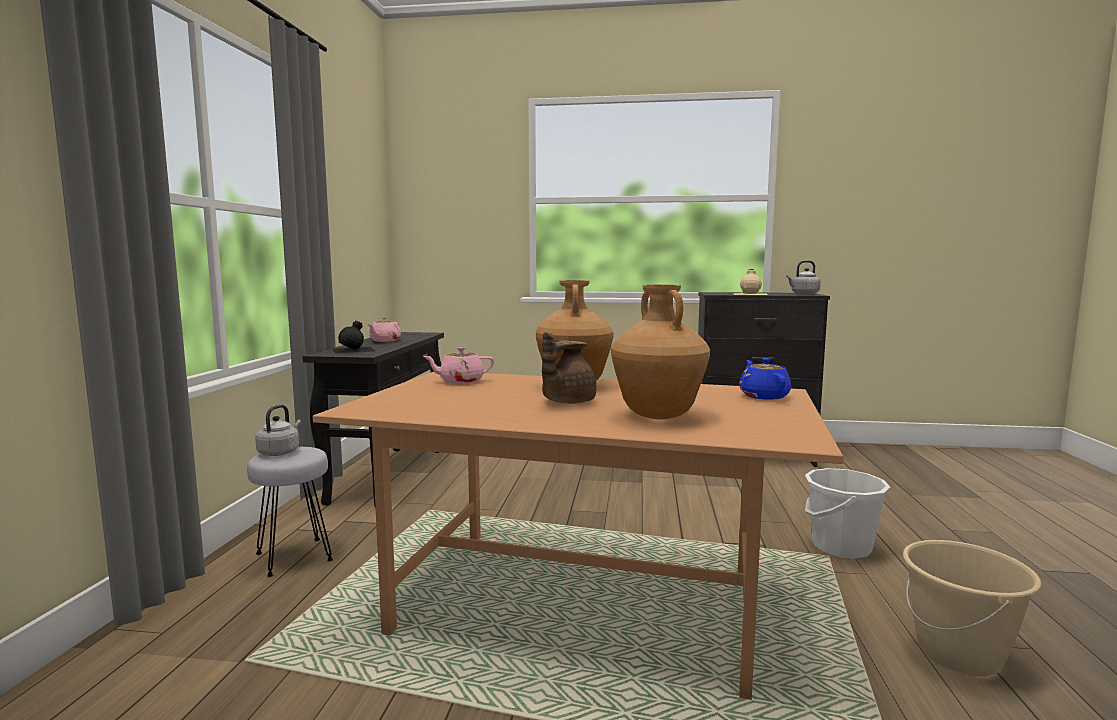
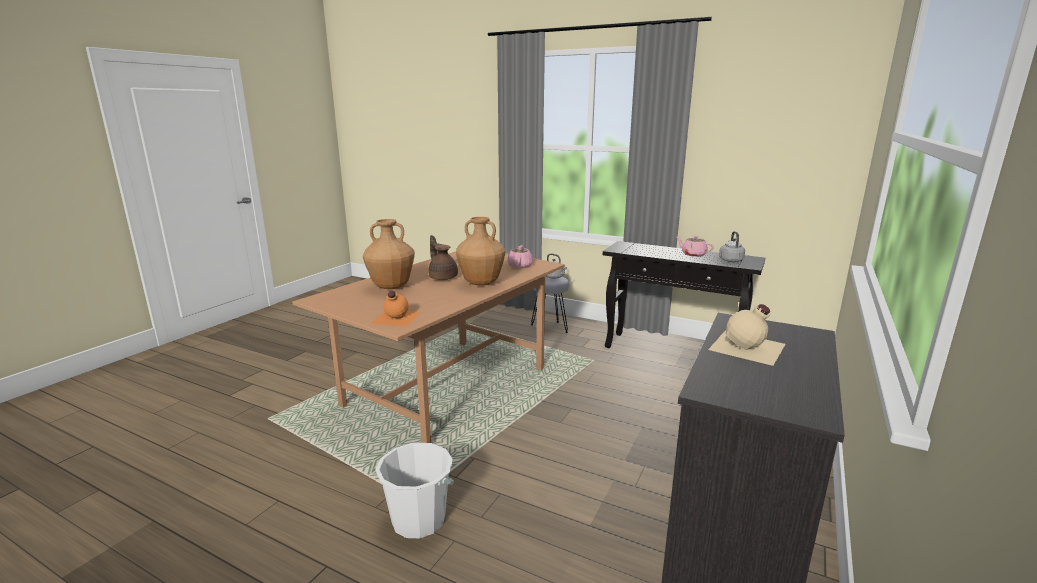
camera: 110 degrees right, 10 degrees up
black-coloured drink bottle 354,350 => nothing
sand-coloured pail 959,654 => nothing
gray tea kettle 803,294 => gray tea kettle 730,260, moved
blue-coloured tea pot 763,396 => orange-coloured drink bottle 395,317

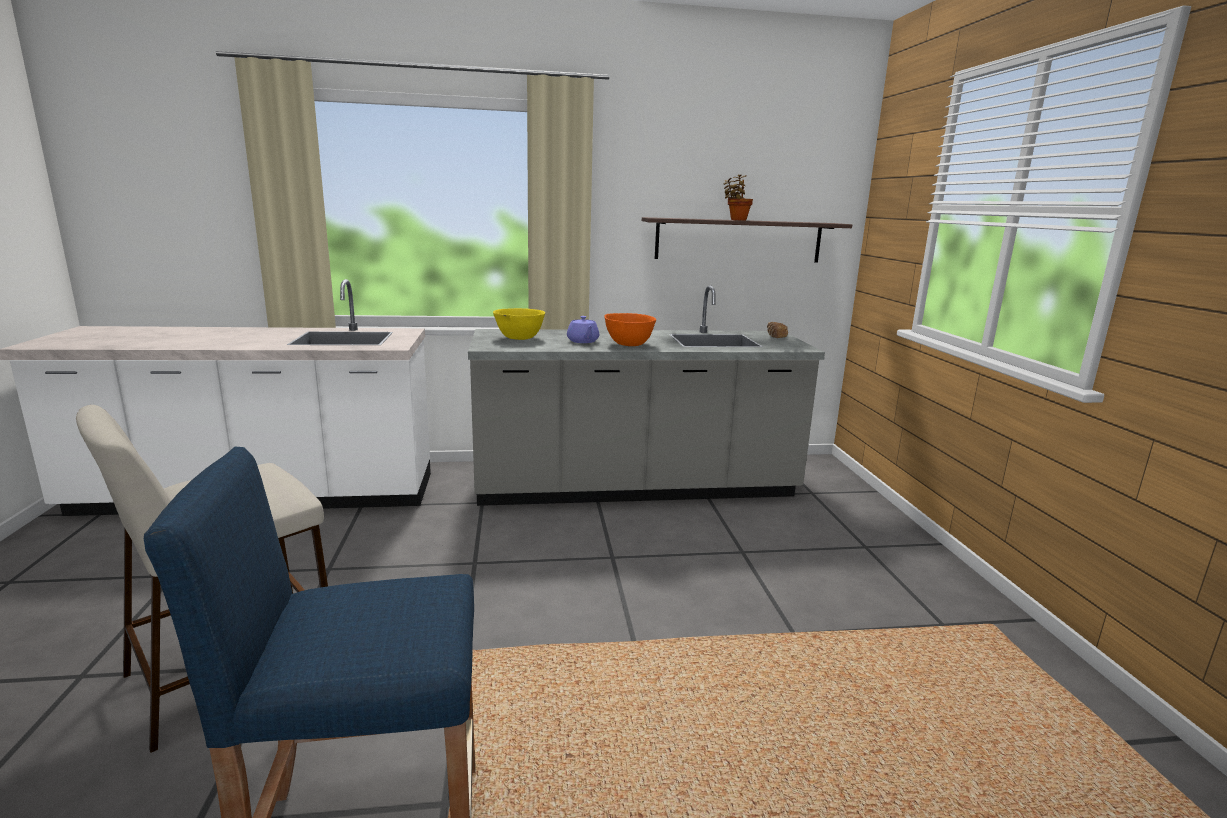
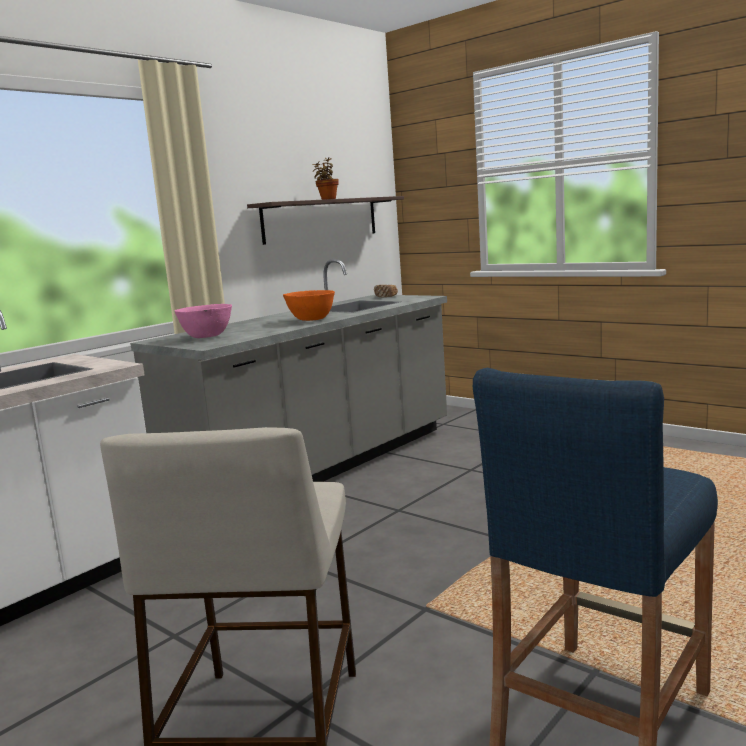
camera: 40 degrees left, 5 degrees down
purple-coloured tea pot 583,341 => nothing
yellow-coloured bowl 519,338 => pink-coloured bowl 207,337

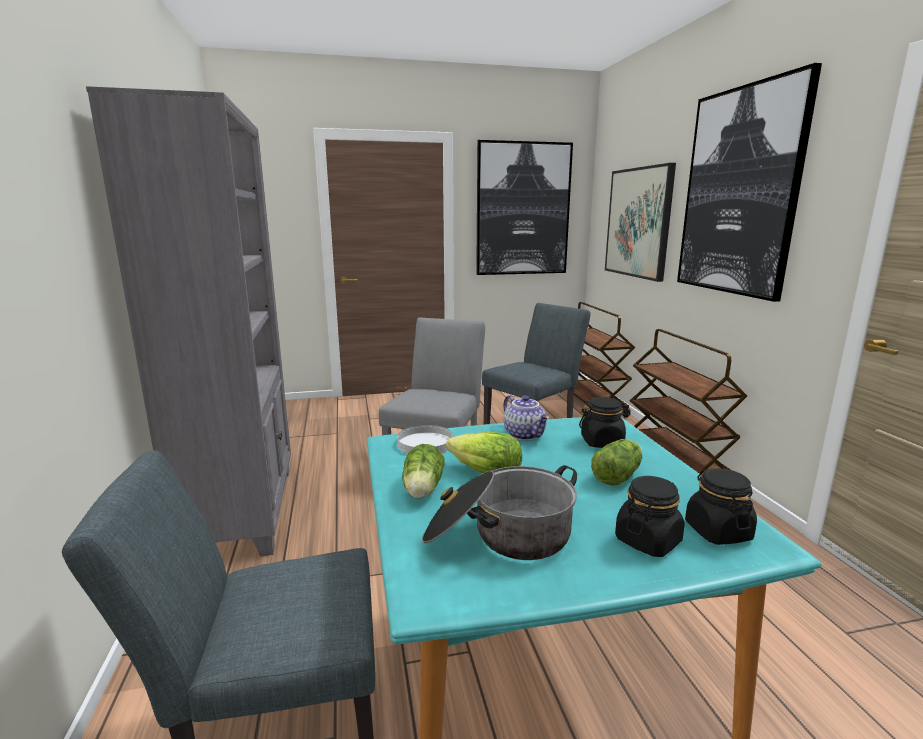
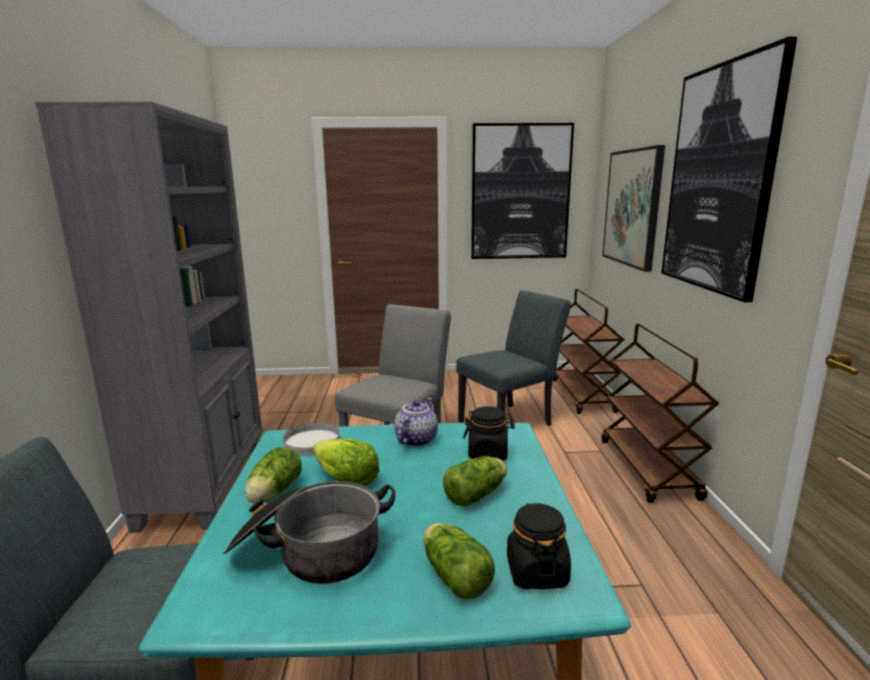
camera: 10 degrees right, 0 degrees up
black-coloured storage jar 648,540 => lettuce 453,574
tea pot 525,435 => tea pot 415,439, 135 degrees counterclockwise

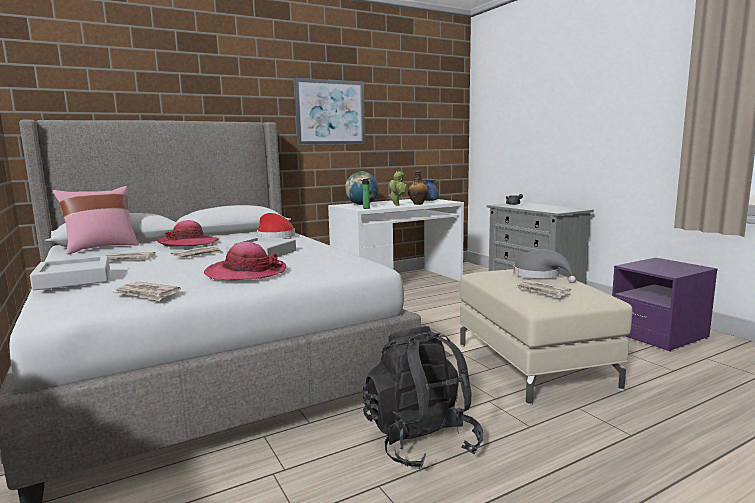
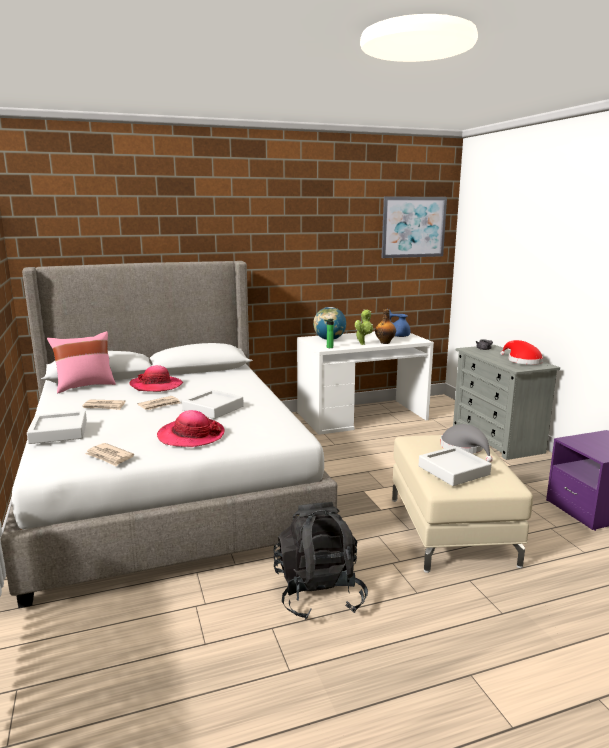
camera: 10 degrees right, 5 degrees up
red wearable hat 274,236 => red wearable hat 522,361, moved
picture 330,112 => picture 413,227, moved
newspaper 543,291 => gray serving tray 453,470

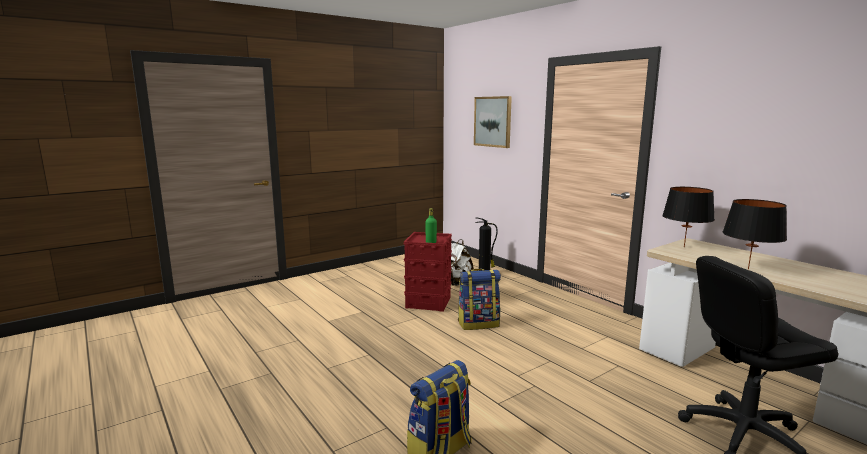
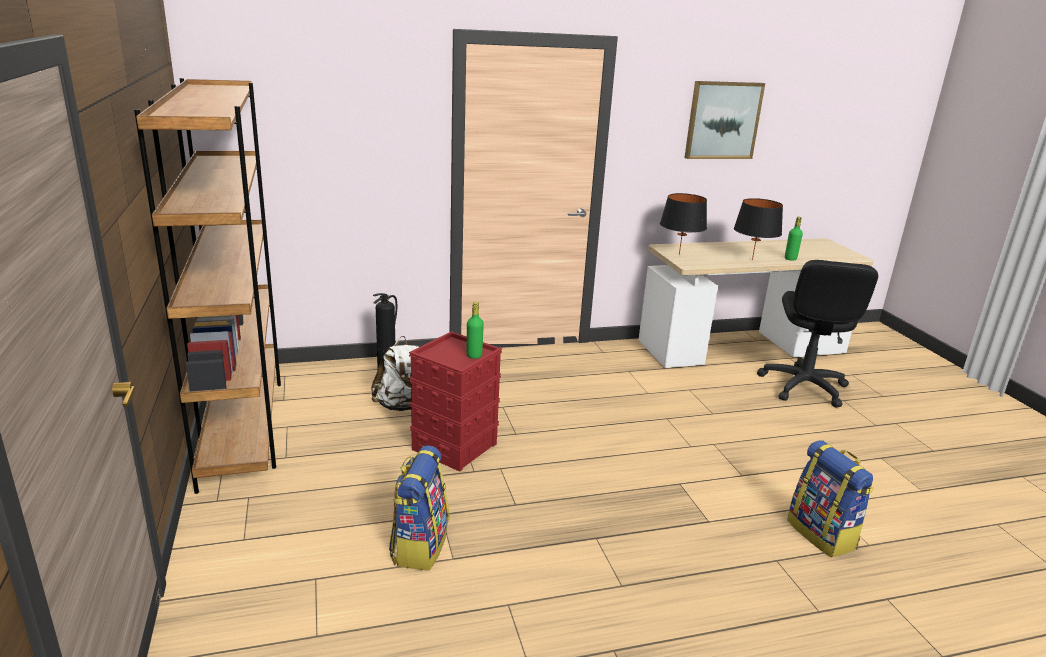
camera: 70 degrees left, 10 degrees up
nothing => brown bookshelf 243,425
nothing => green drink bottle 790,259
backpack 478,324 => backpack 419,545, moved
picture 493,121 => picture 723,120, moved

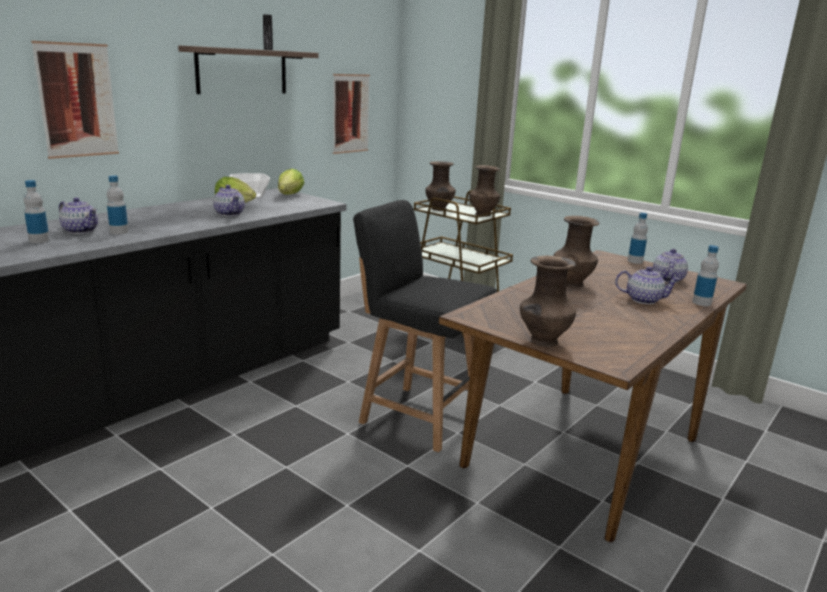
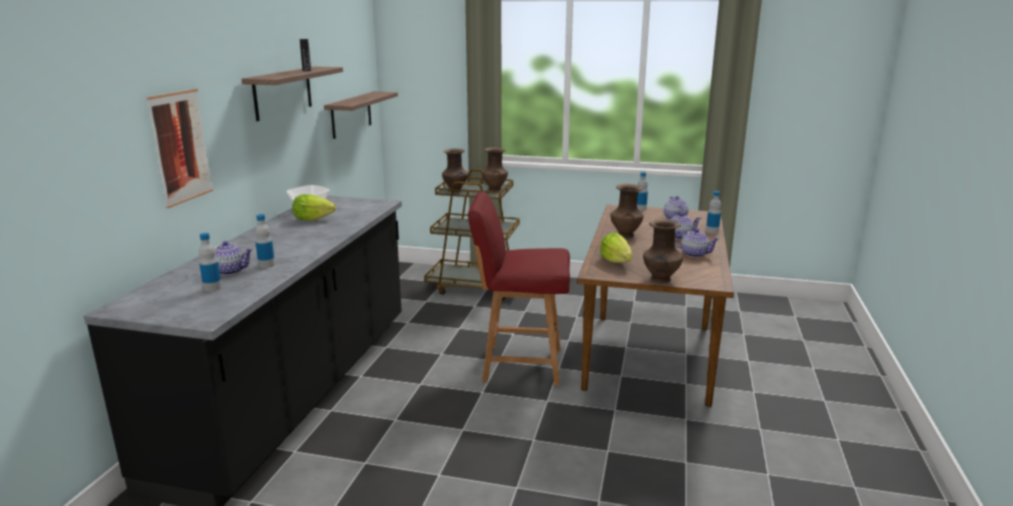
camera: 25 degrees left, 0 degrees up
tea pot 229,213 => tea pot 694,254, moved
lettuce 290,195 => lettuce 616,261, moved
picture 350,113 => bracket shelf 351,114
black-coloured chair 418,416 => red chair 520,364

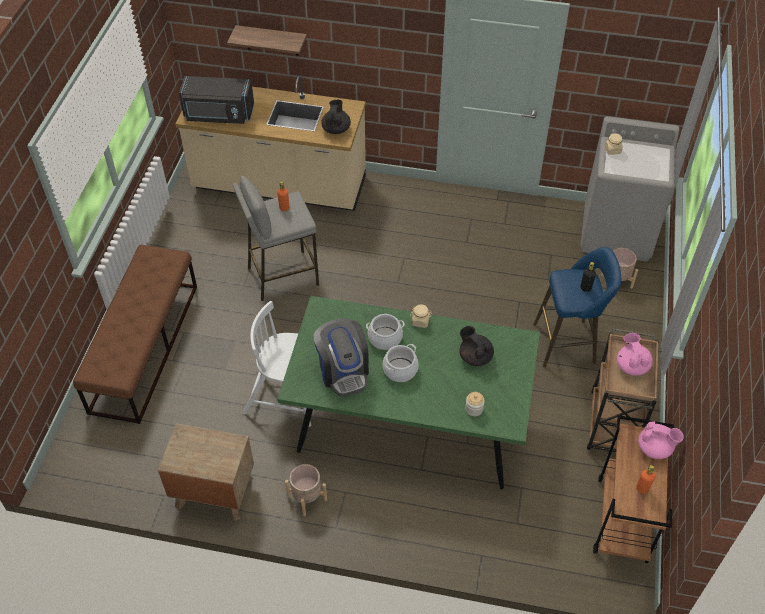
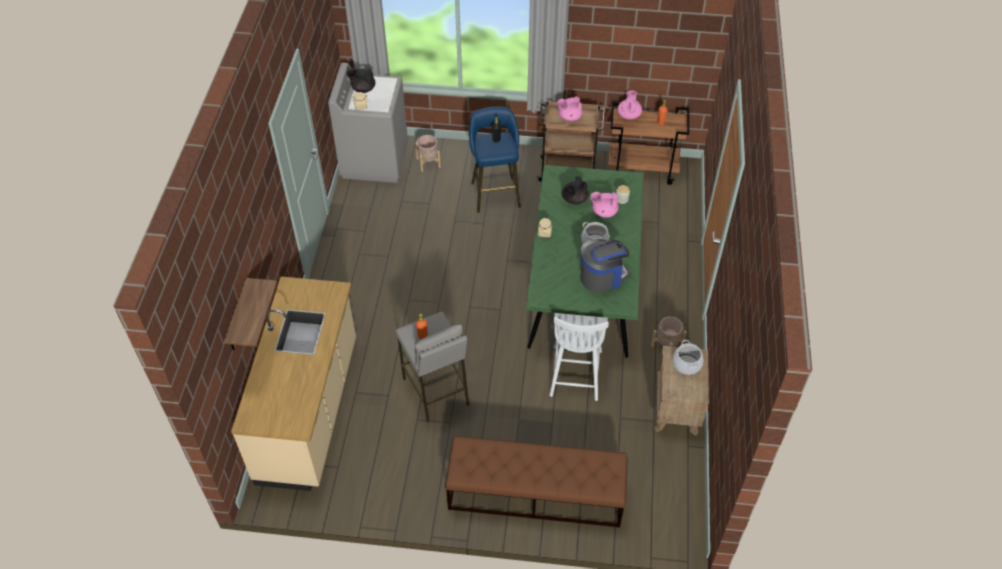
camera: 95 degrees left, 0 degrees up
black-coloured kitchen microwave 218,114 => nothing
nothing => pink-coloured tea pot 603,212
black-coloured tea pot 336,129 => black-coloured tea pot 363,89, moved
cooking pot 385,338 => cooking pot 686,364, moved

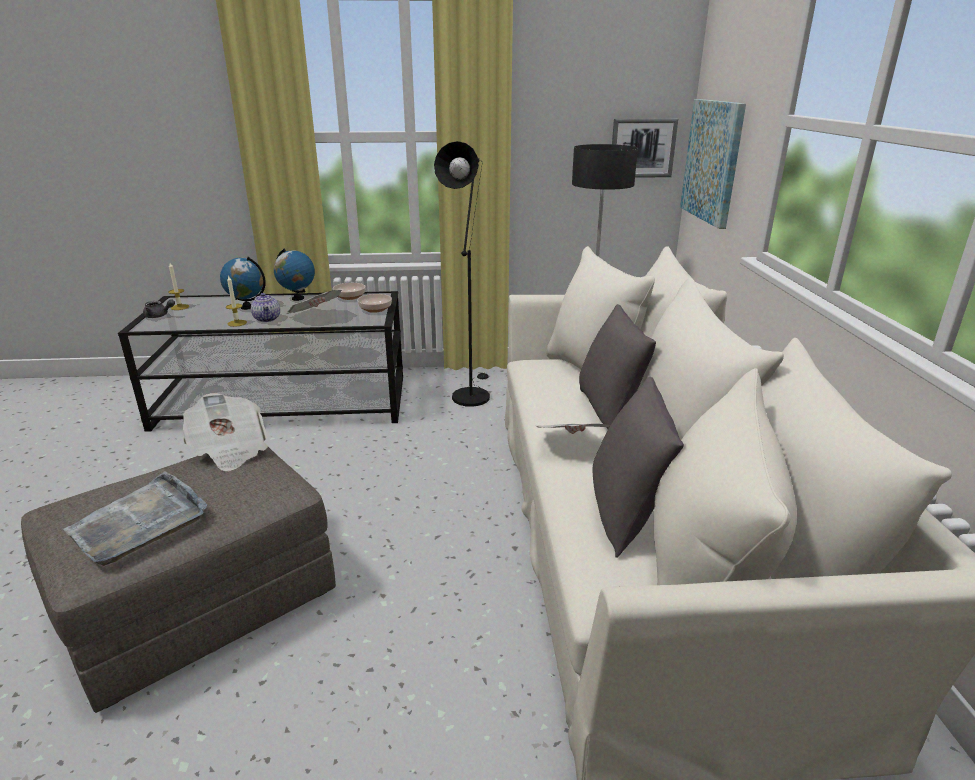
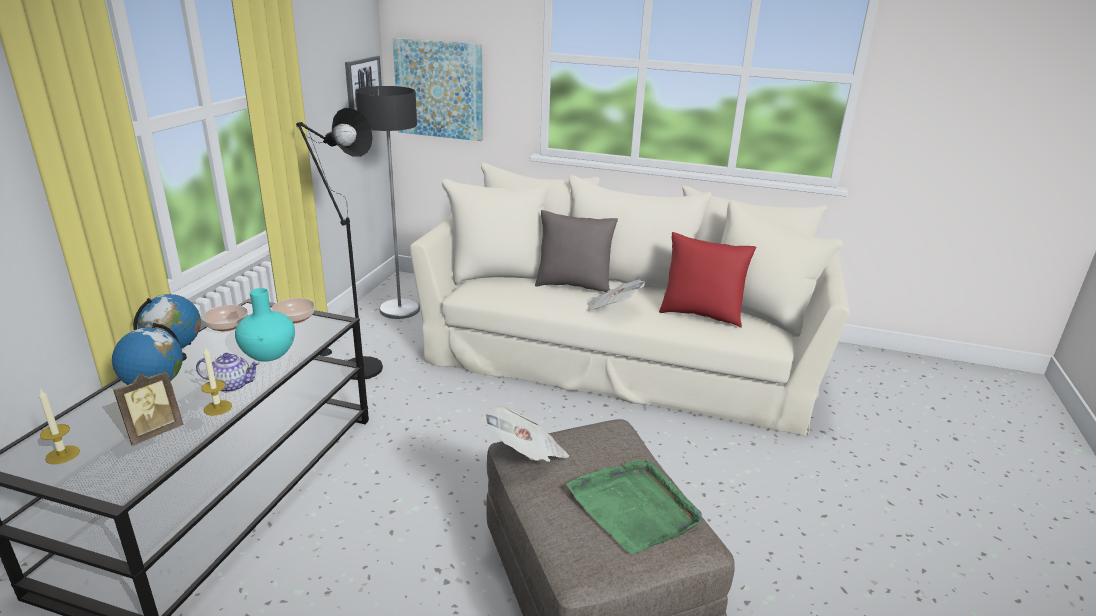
camera: 70 degrees left, 0 degrees up
gray tea pot 159,316 => nothing
nothing => picture frame 154,432
newspaper 315,316 => turquoise-coloured vase 268,354
gray serving tray 140,522 => green serving tray 634,507
gray cushion 627,515 => red cushion 700,315

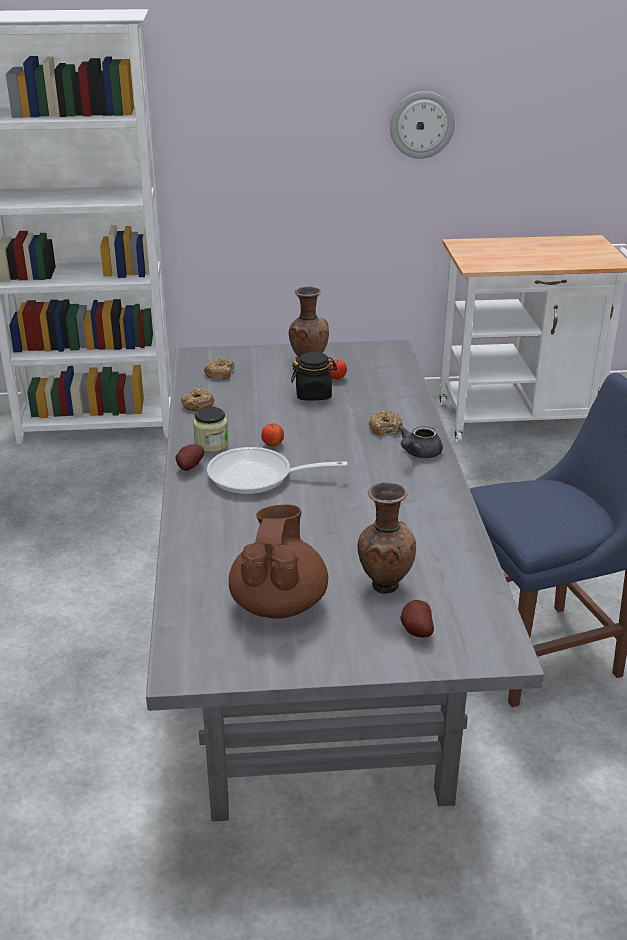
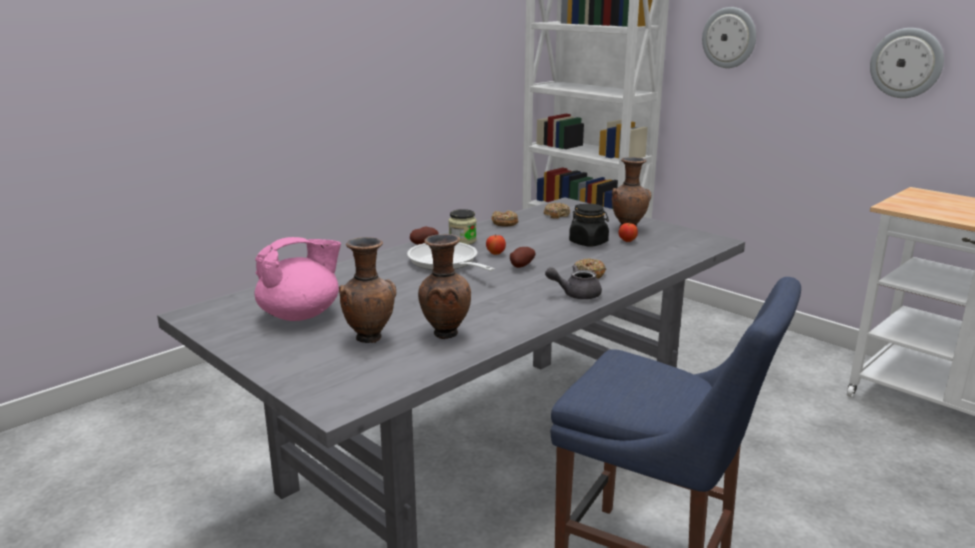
camera: 50 degrees right, 10 degrees down
nothing => brown vase 444,333
nothing => wall clock 729,37
whole potato 415,631 => whole potato 520,266, moved
brown tea pot 279,603 => pink-coloured tea pot 301,315

